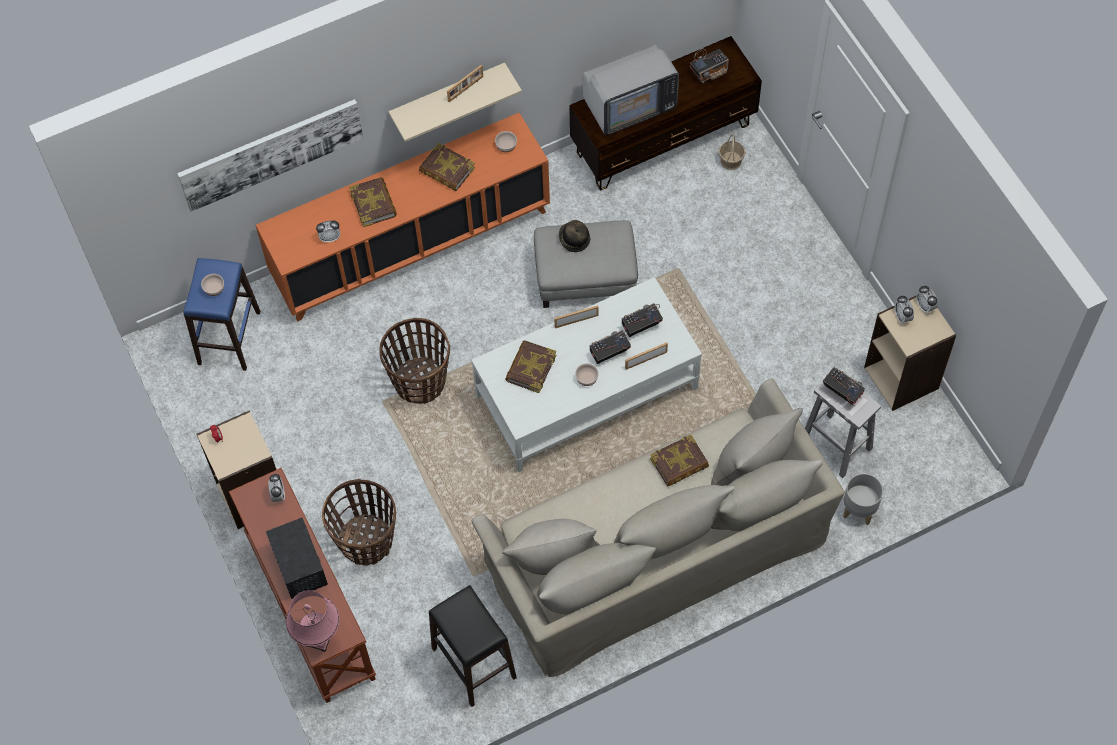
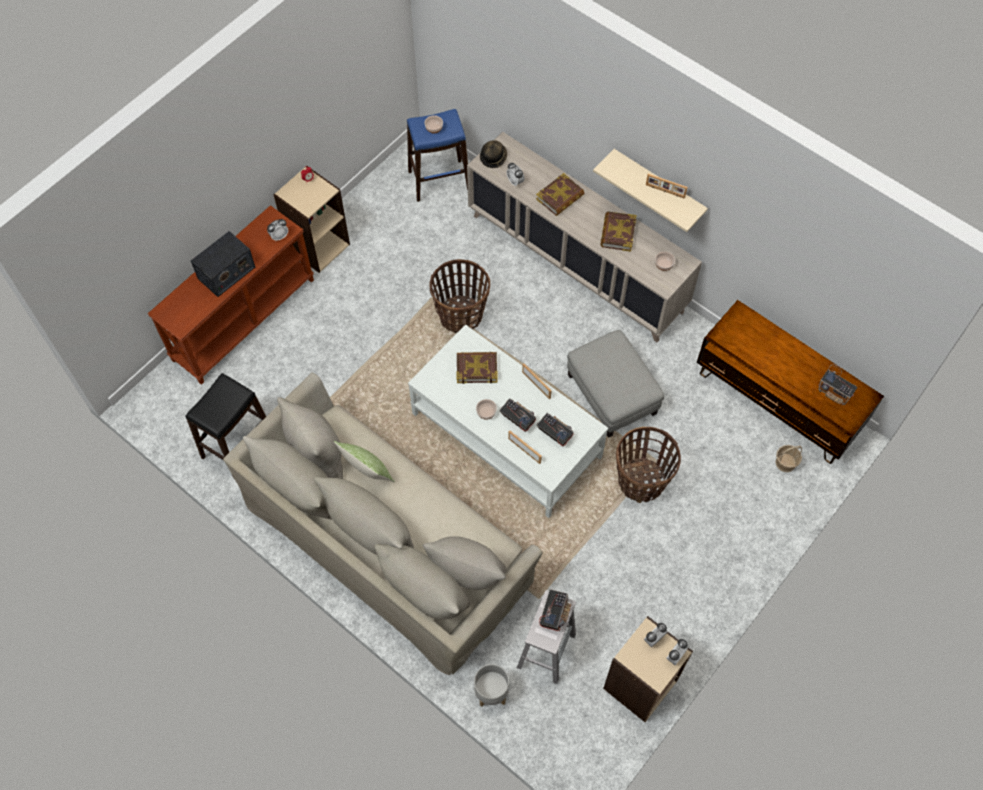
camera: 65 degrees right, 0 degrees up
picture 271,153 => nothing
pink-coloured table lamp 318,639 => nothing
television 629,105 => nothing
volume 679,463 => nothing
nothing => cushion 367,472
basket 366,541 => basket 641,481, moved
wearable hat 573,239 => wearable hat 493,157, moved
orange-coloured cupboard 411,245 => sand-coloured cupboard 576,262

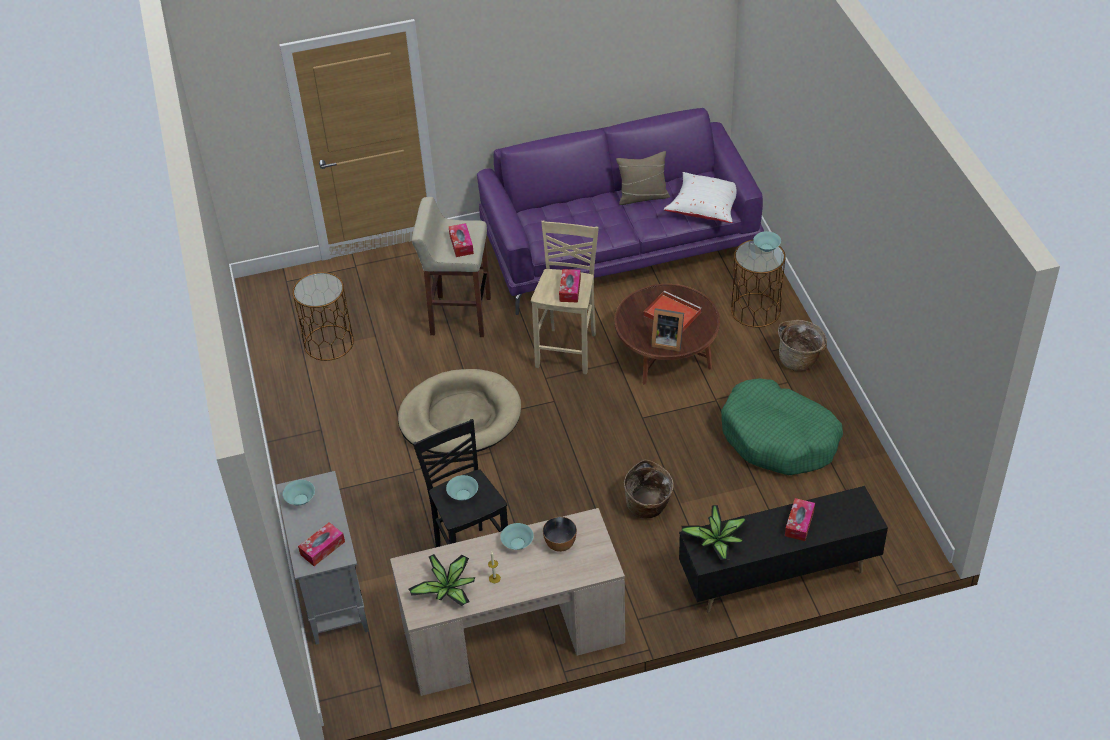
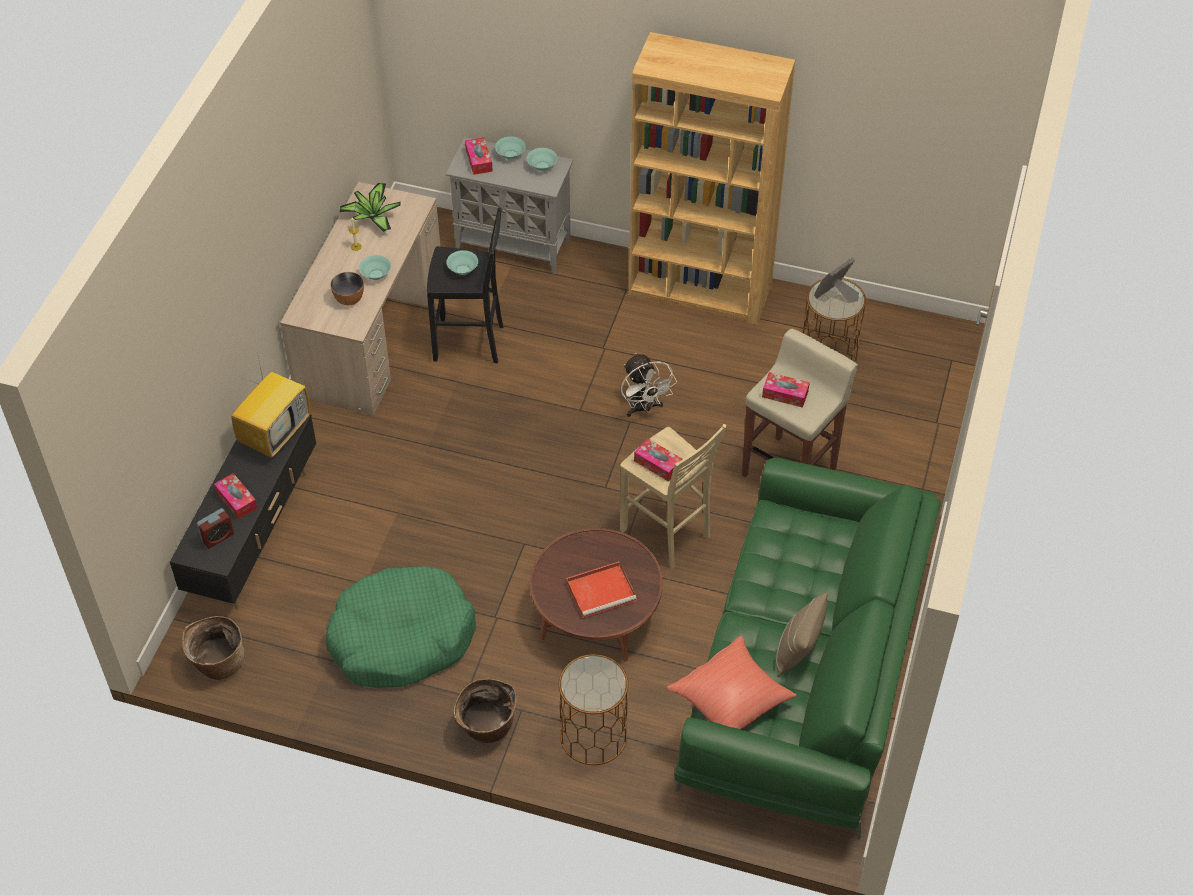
camera: 120 degrees right, 5 degrees up
nothing => table clock 217,537
nothing => brown bookshelf 700,290
basket 648,507 => basket 218,663, moved
picture frame 666,341 => picture frame 836,295, moved
turquoise-coloured bowl 766,247 => turquoise-coloured bowl 511,155, moved
sand-coloured dog cushion 460,417 => white fan 643,408
plant in a pot 717,541 => television 275,433
purple-coloured couch 620,244 => green couch 804,672
white cushion 705,207 => red cushion 731,701

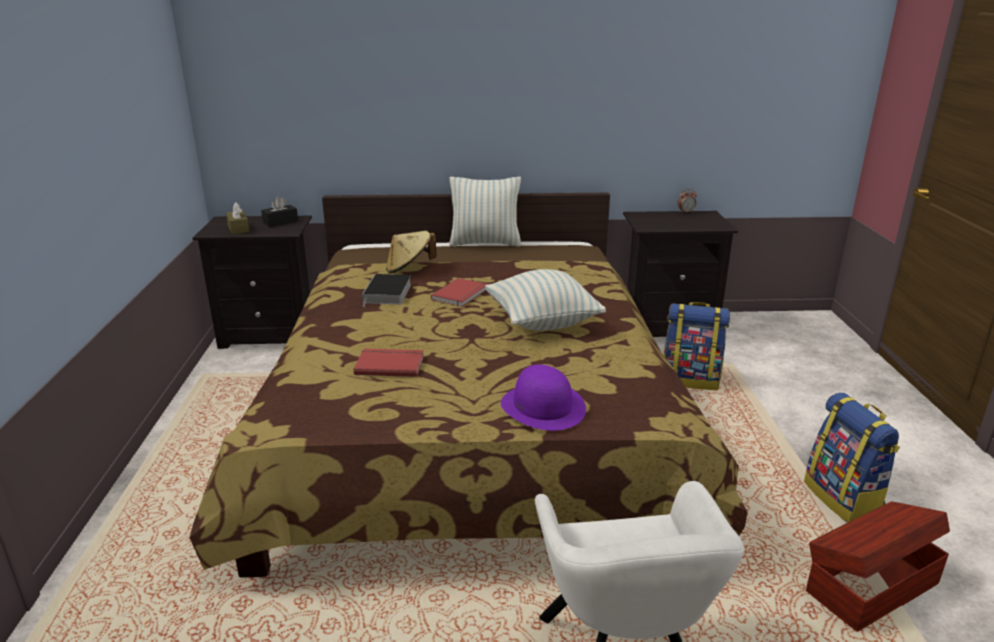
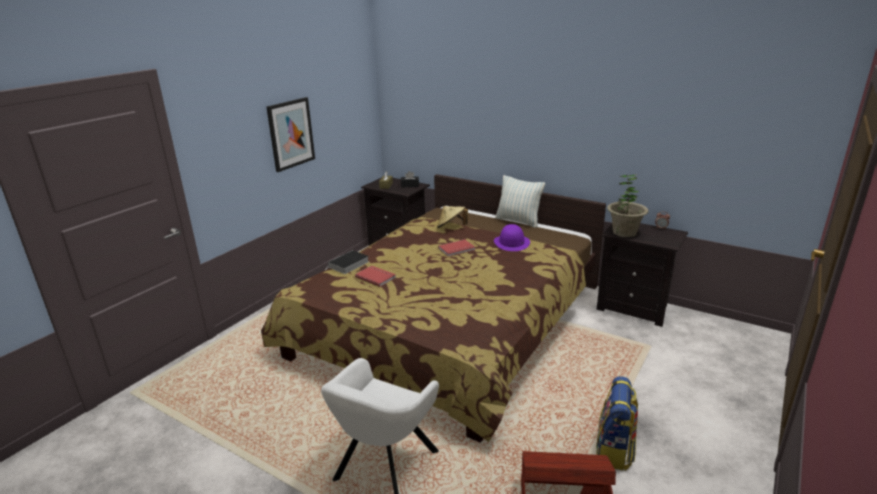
camera: 35 degrees right, 0 degrees up
cushion 542,322 => nothing
backpack 690,380 => nothing
nothing => picture 291,134
nothing => plant in a pot 624,232
volume 387,294 => volume 348,265, moved
purple-coloured wearable hat 543,407 => purple-coloured wearable hat 511,243, moved

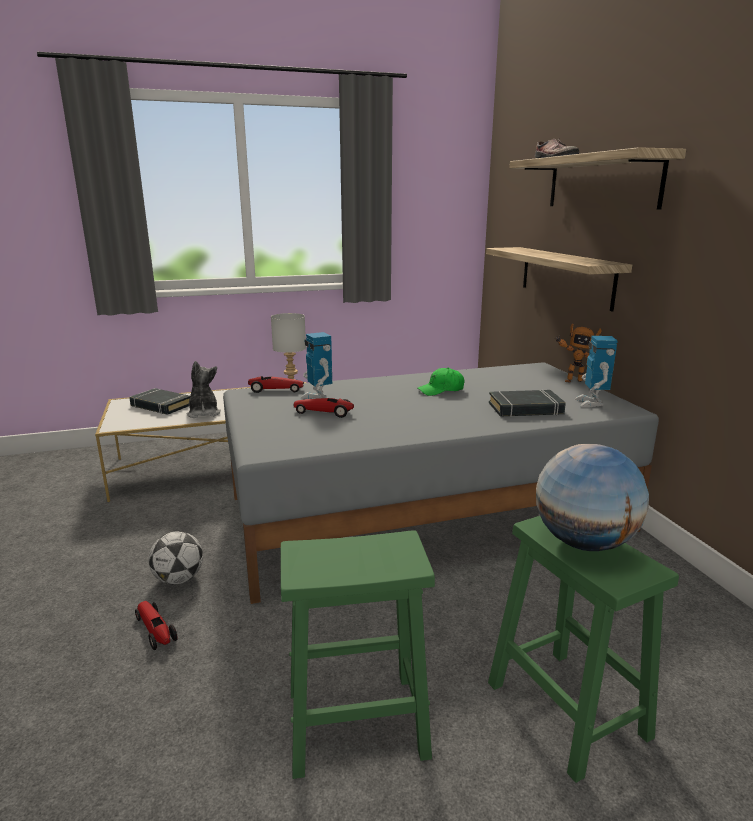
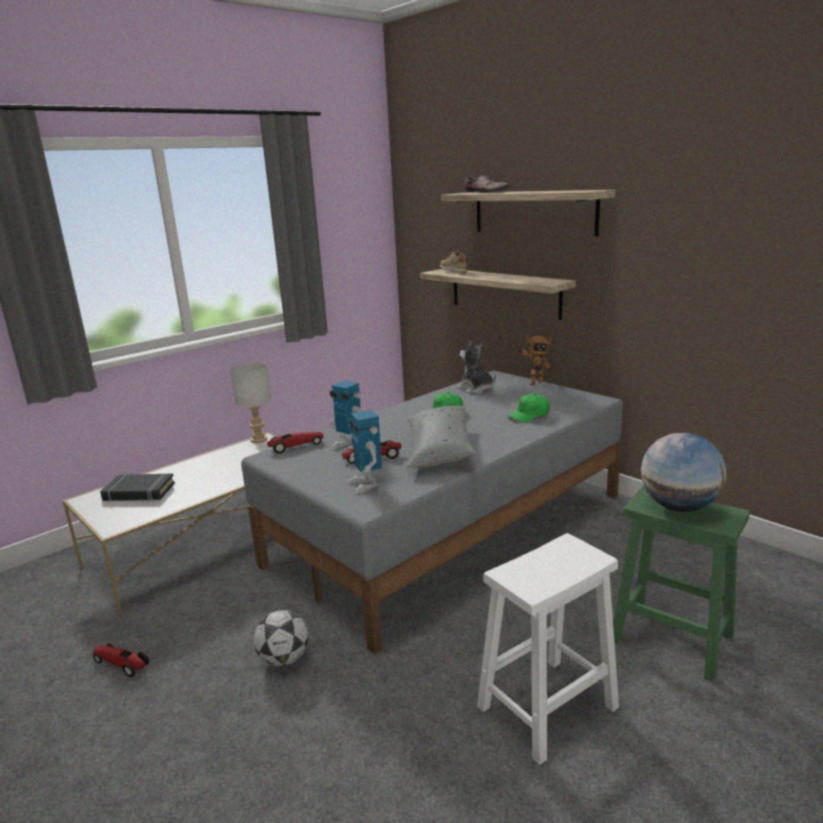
camera: 25 degrees left, 0 degrees up
nothing => gray cushion 439,448
nothing => sand-coloured low shoe 453,271
toy car 156,630 => toy car 122,664, moved
plush toy 203,413 => plush toy 476,389, moved
robot figure 591,403 => robot figure 366,484, moved
black-coloured volume 525,409 => green cap 529,415
green stool 354,723 => white stool 546,708

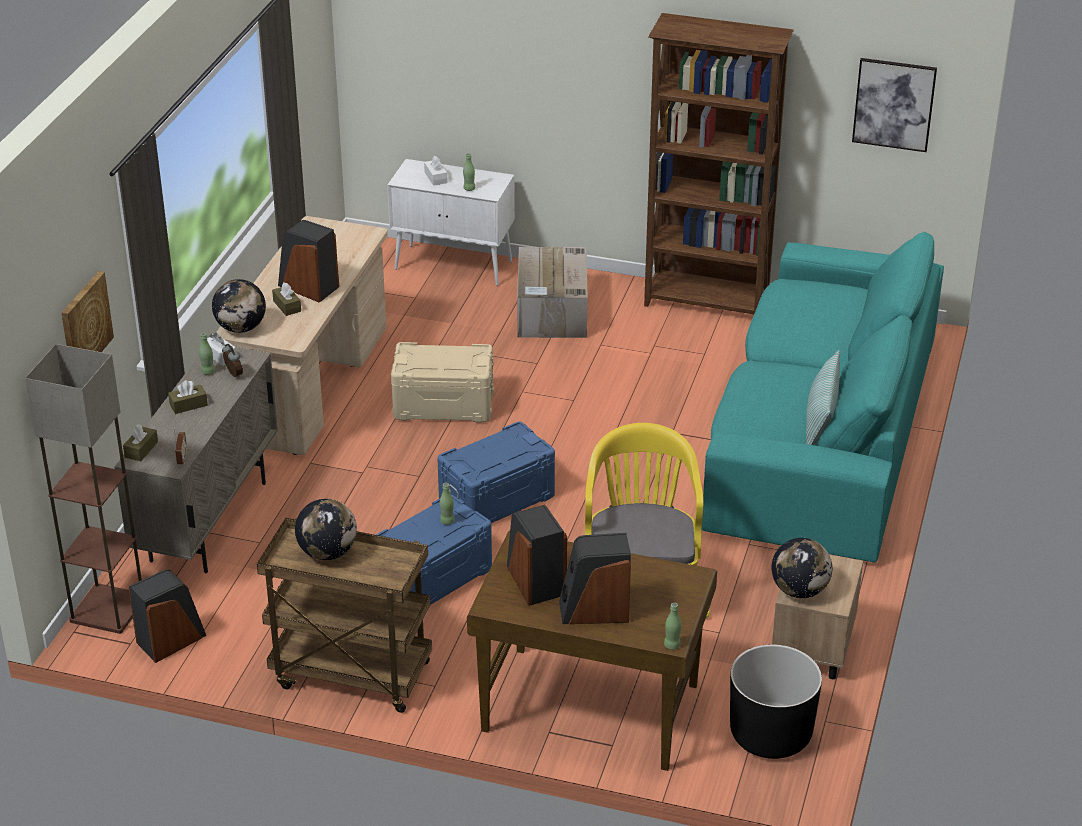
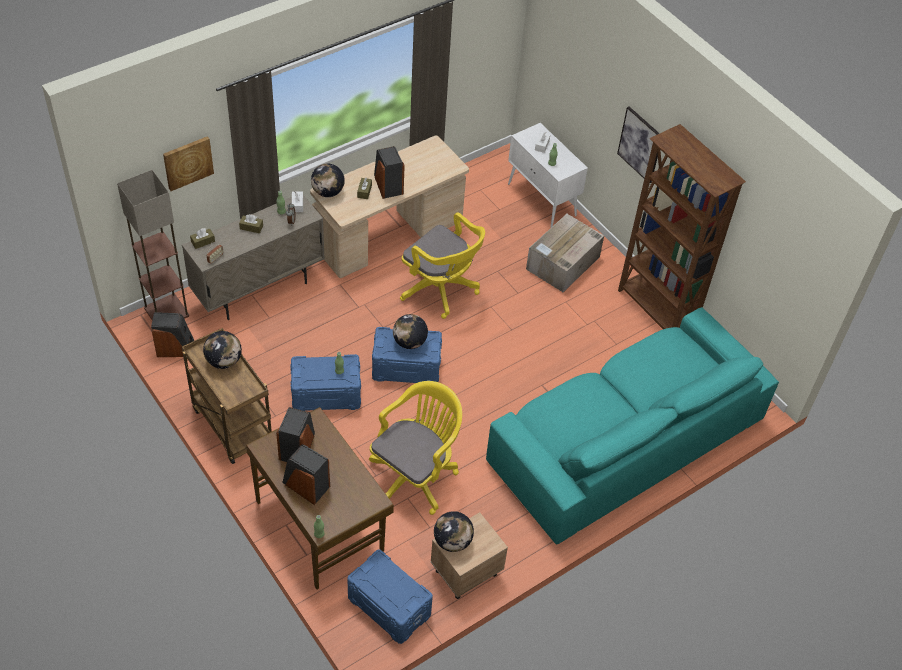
camera: 35 degrees right, 15 degrees up
cushion 820,420 => nothing
nothing => world globe 409,342
picture 894,104 => picture 640,144, moved
sand-coloured storage bin 443,405 => yellow-coloured computer chair 441,290
black-coloured planter 770,734 => blue-coloured storage bin 388,607

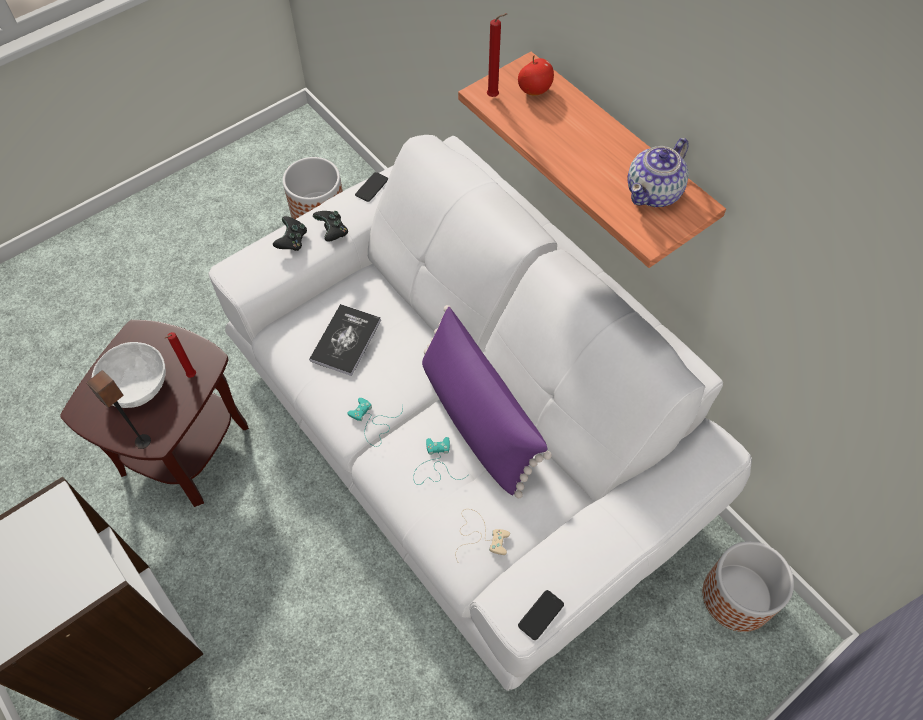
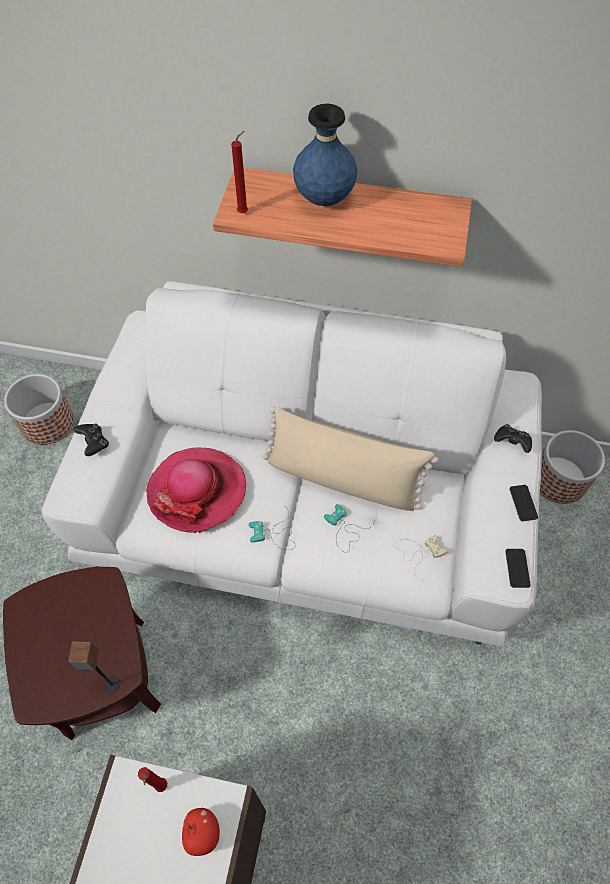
camera: 40 degrees left, 0 degrees up
white bowl 136,386 => nothing
tea pot 654,192 => nothing
nothing => blue-coloured vase 324,199
red candle 191,376 => red candle 162,787, moved
black-coloured gamepad 332,232 => black-coloured gamepad 512,443, moved
handset 372,187 => handset 523,503, moved
whole apple 534,90 => whole apple 202,833, moved
volume 345,340 => wearable hat 197,491
purple-coloured cushion 477,419 => sand-coloured cushion 343,478

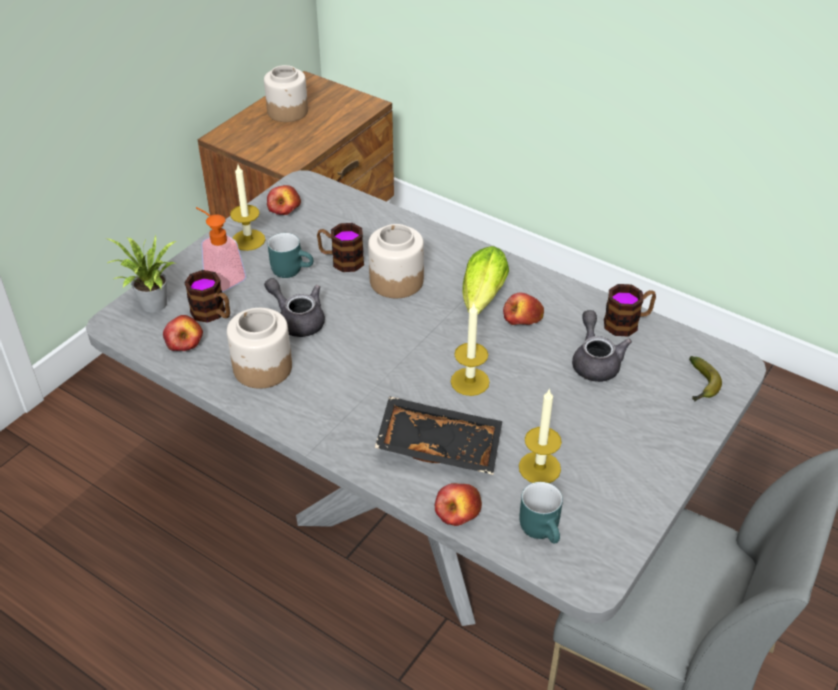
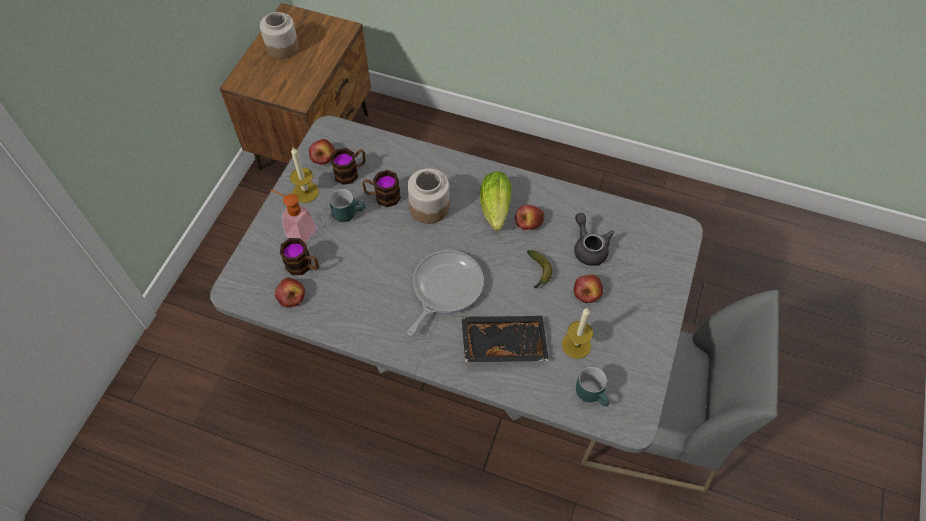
camera: 15 degrees left, 15 degrees up
plant in a pot 152,306 => nothing
storage jar 262,367 => nothing
gray tea pot 297,320 => nothing
candle 470,381 => nothing
nothing => pan 445,288
whole apple 458,511 => whole apple 587,292, moved
coffee mug 627,323 => coffee mug 351,172, moved
whole banana 701,386 => whole banana 538,272, moved

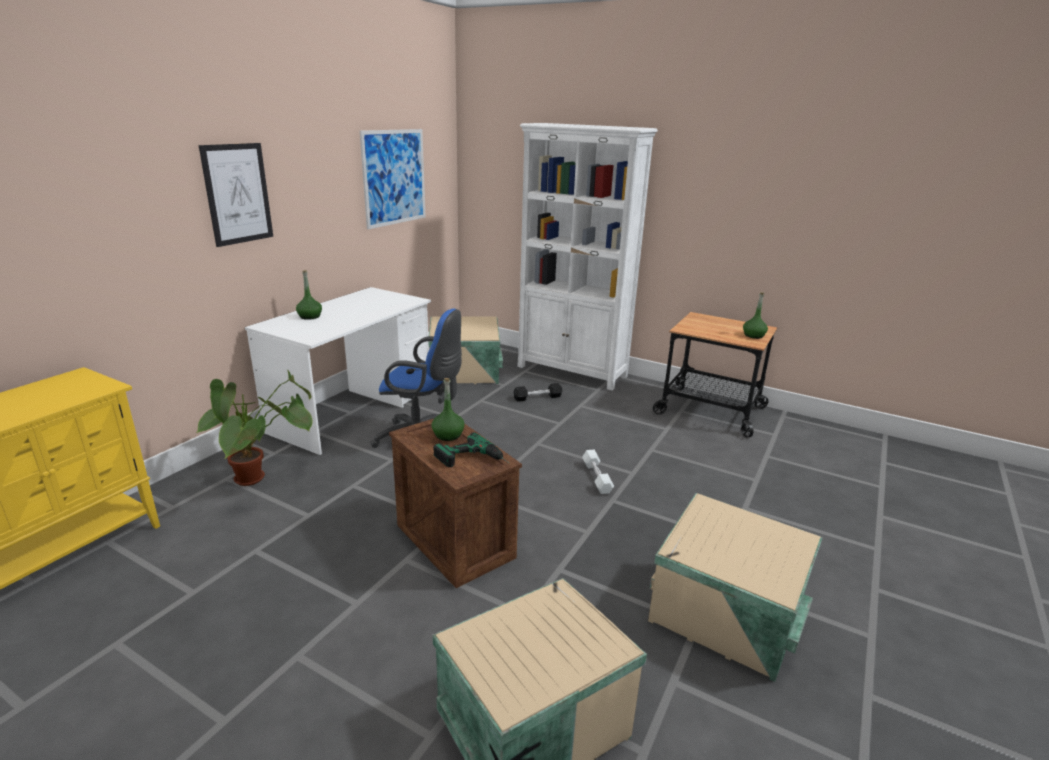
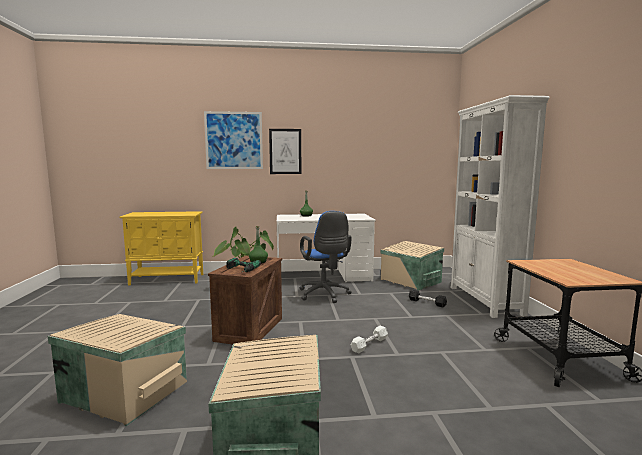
camera: 55 degrees right, 15 degrees down
green drink bottle 753,335 => nothing
picture 394,177 => picture 234,140, moved

